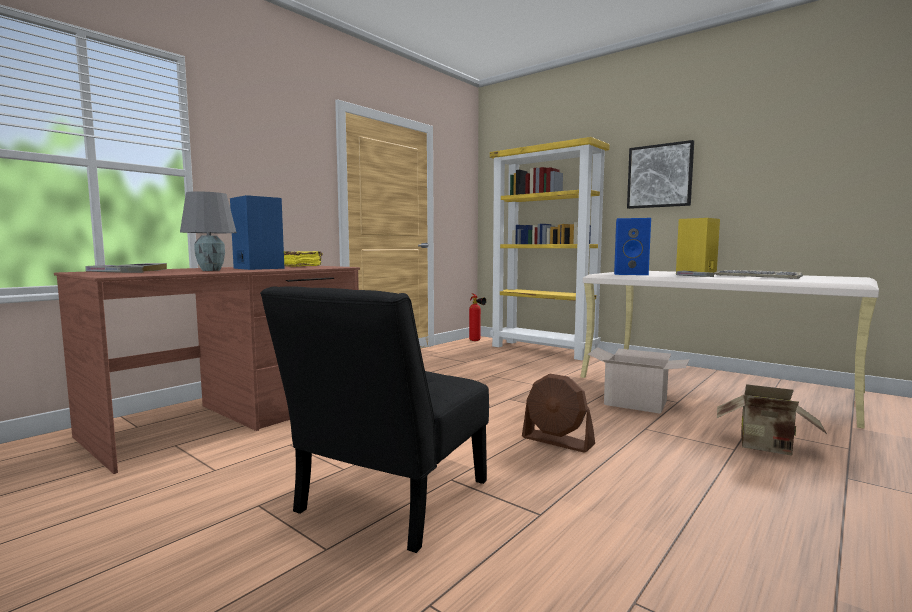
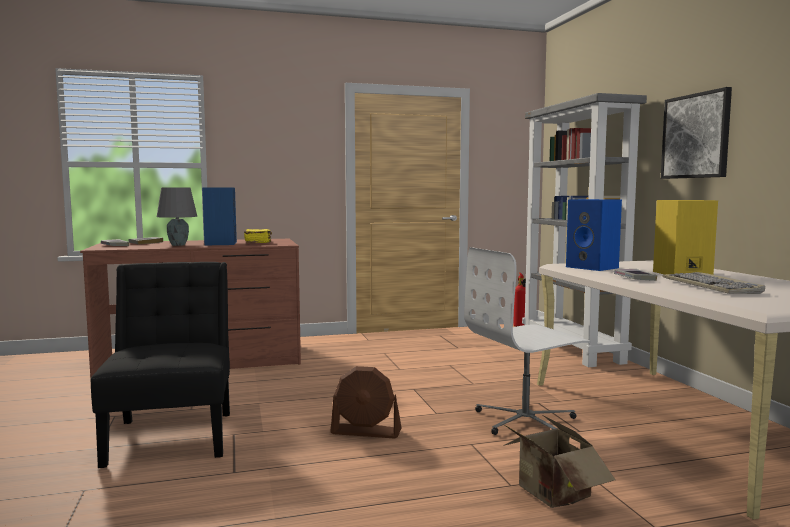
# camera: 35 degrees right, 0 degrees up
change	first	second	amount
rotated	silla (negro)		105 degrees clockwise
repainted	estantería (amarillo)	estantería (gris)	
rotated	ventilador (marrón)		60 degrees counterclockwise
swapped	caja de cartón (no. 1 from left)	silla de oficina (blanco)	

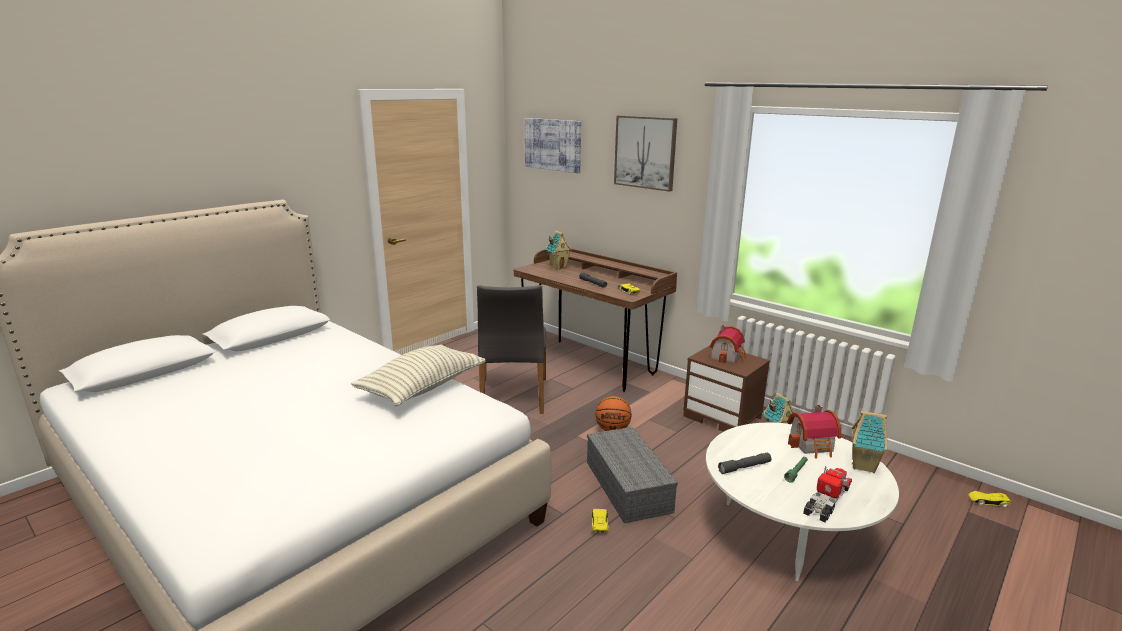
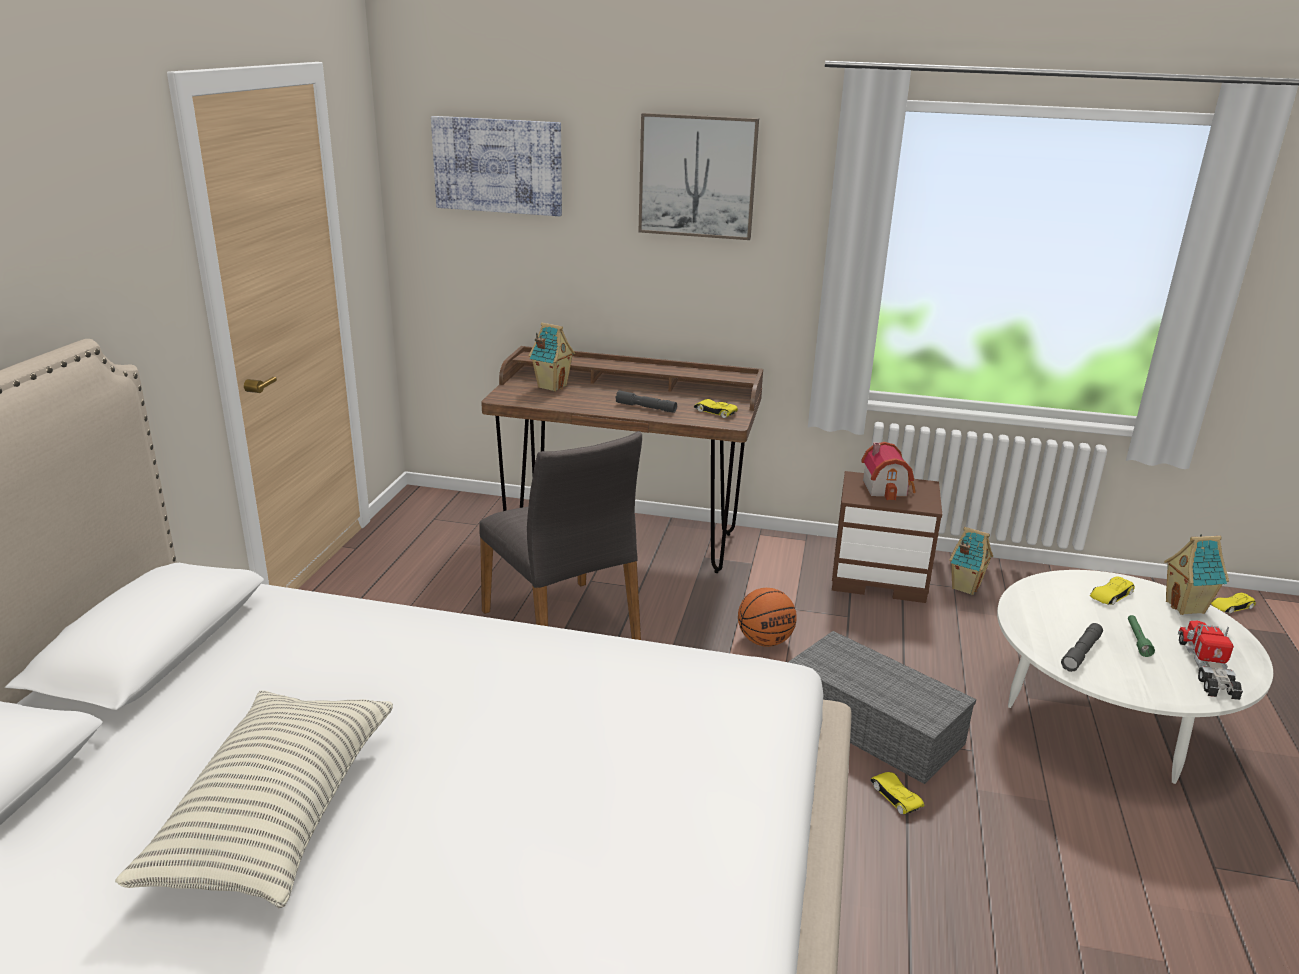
# camera: 30 degrees left, 5 degrees up
change	first	second	amount
shifted	cojín		
swapped	casita (no. 4 from left)	coche de juguete (amarillo) (no. 3 from left)	

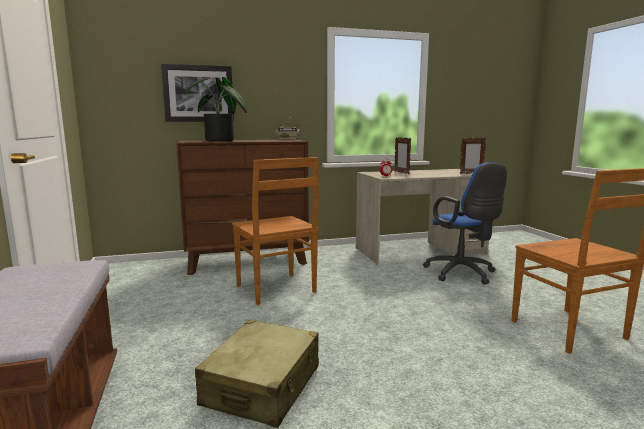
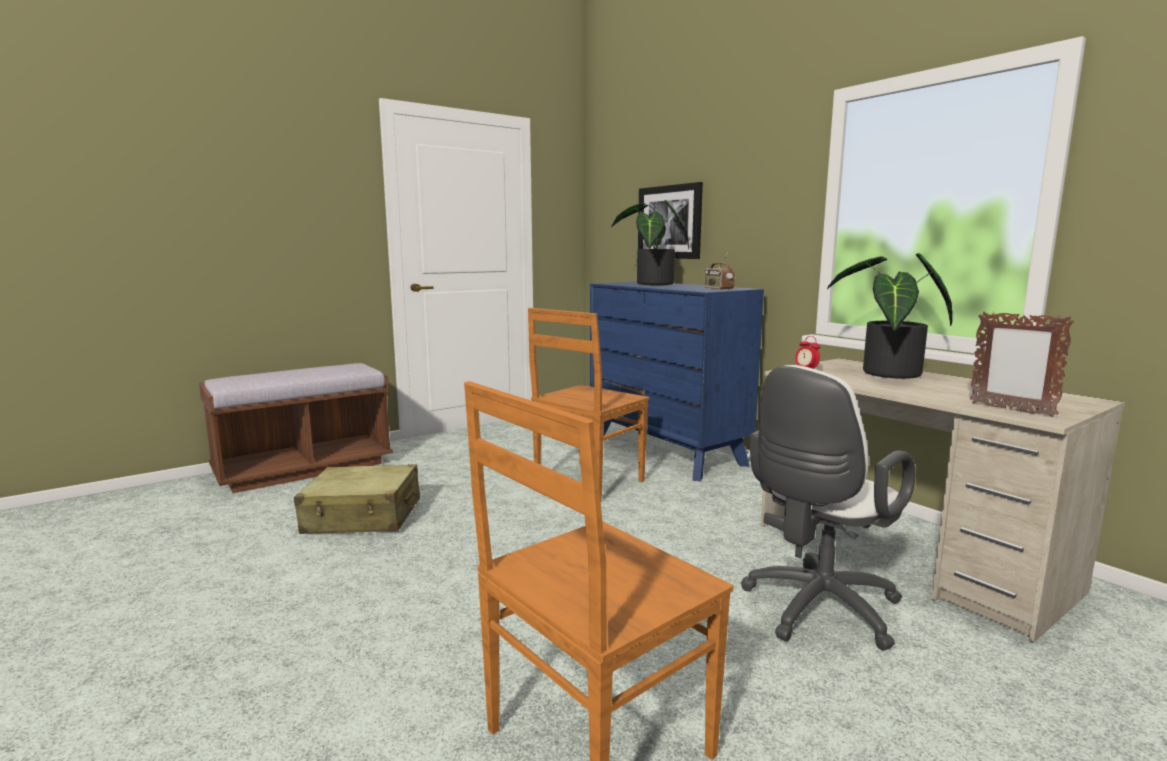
# camera: 70 degrees right, 0 degrees up
change	first	second	amount
repainted	cómoda (marrón)	cómoda (azul)	
swapped	portarretratos (no. 1 from left)	planta en maceta (no. 2 from left)	
repainted	silla de oficina (azul)	silla de oficina (blanco)	

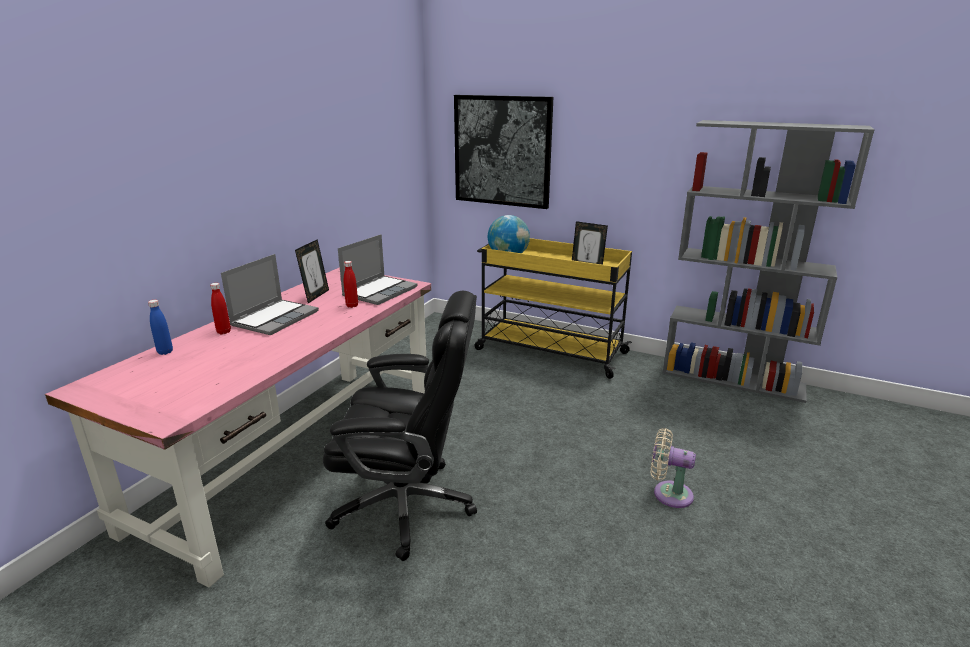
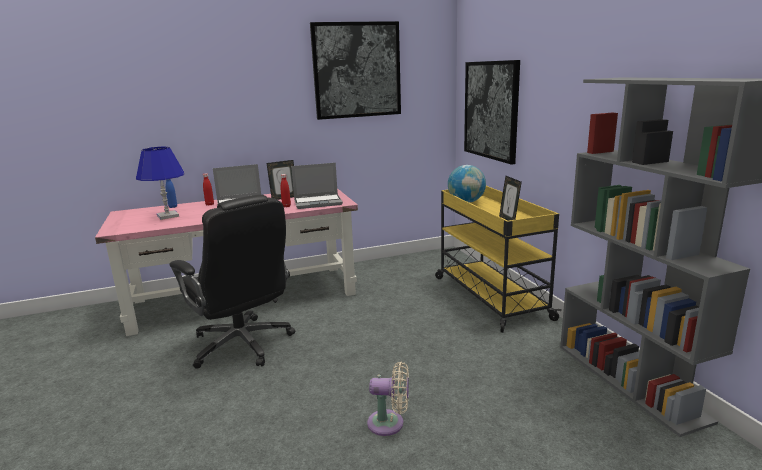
# camera: 45 degrees right, 5 degrees down
change	first	second	amount
rotated	ventilador (beis)		120 degrees clockwise
new		lámpara de mesa (azul)	
new		cuadro (no. 1 from left)	

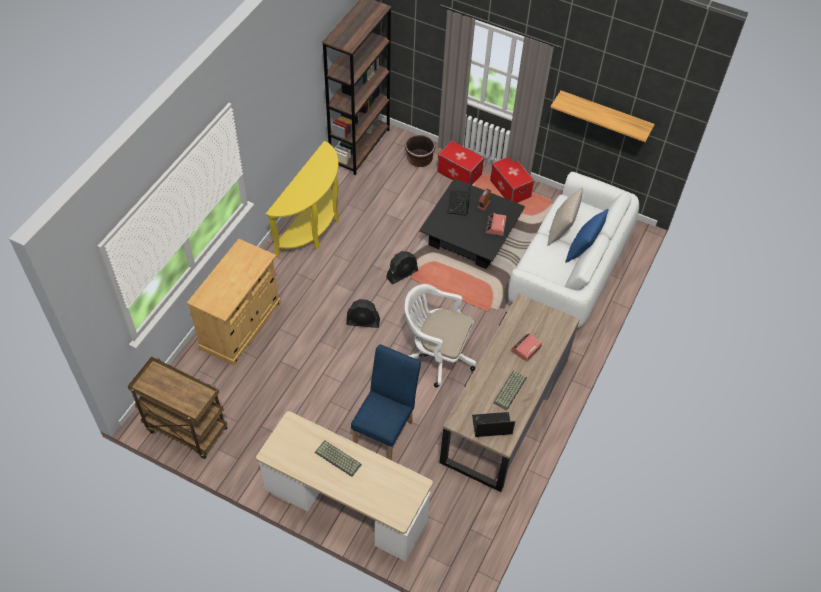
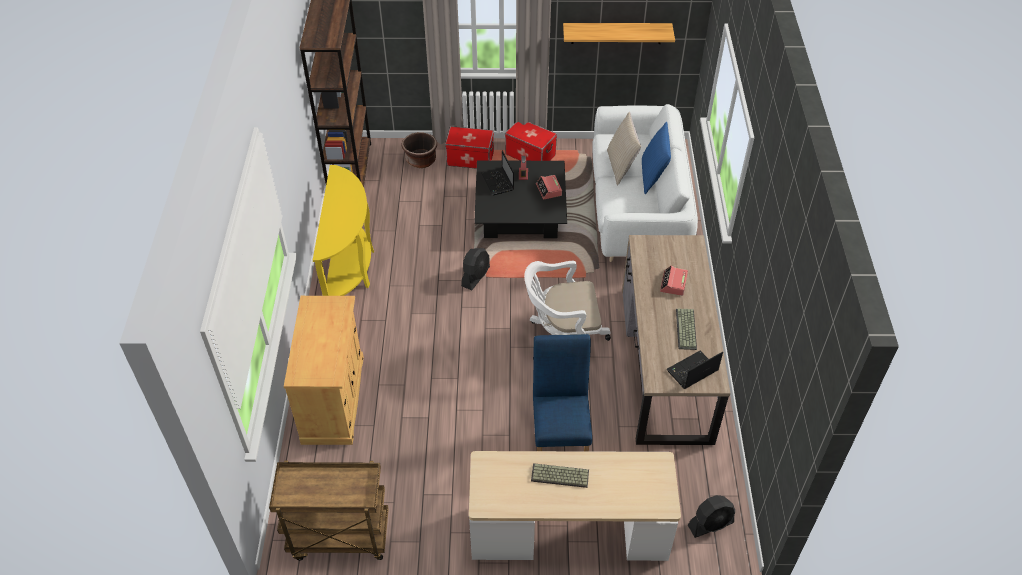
# camera: 25 degrees left, 5 degrees down
change	first	second	amount
shifted	ventilador (negro) (no. 1 from left in the first image)	ventilador (negro) (no. 2 from left)	

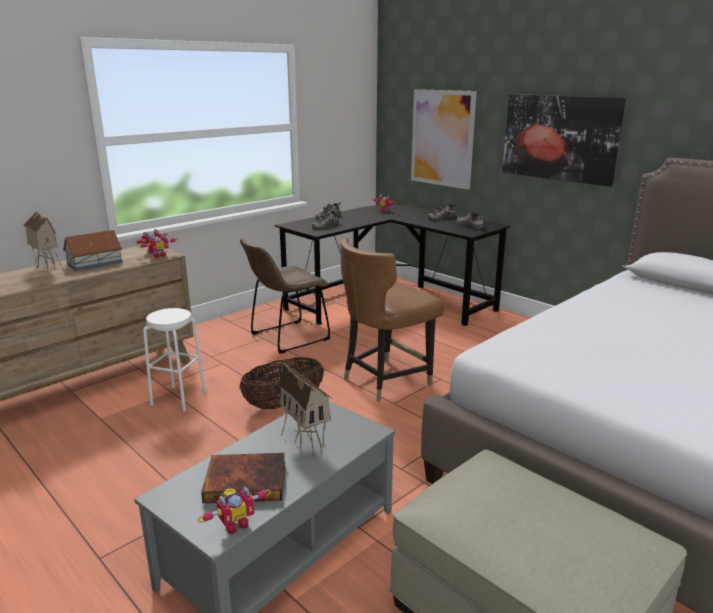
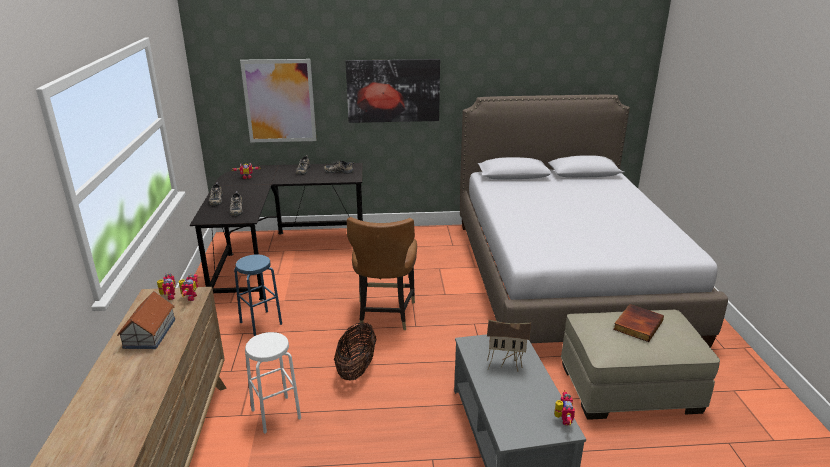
# camera: 50 degrees left, 5 degrees up
change	first	second	amount
gone	casita (no. 1 from left)		
shifted	libro		
swapped	silla (marrón) (no. 1 from left)	taburete (azul)	

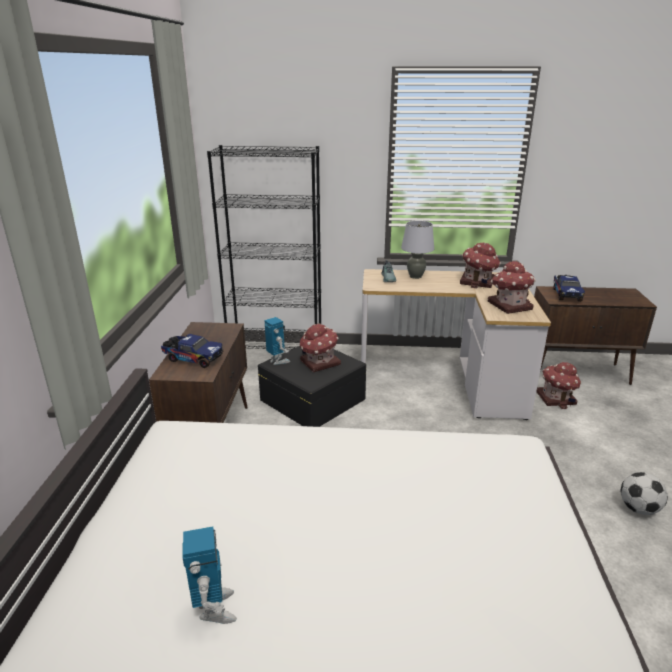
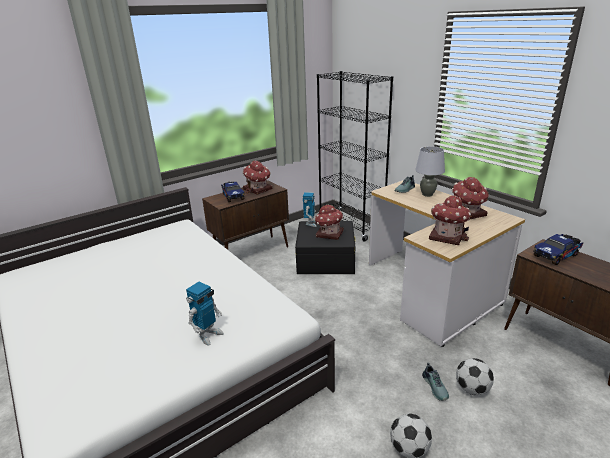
# camera: 50 degrees right, 0 degrees up
change	first	second	amount
shifted	robot de juguete (no. 1 from left)		
shifted	casita (no. 4 from left in the first image)	casita (no. 1 from left)	
new		zapato (no. 2 from left)	
new		balón de fútbol (no. 2 from left)	

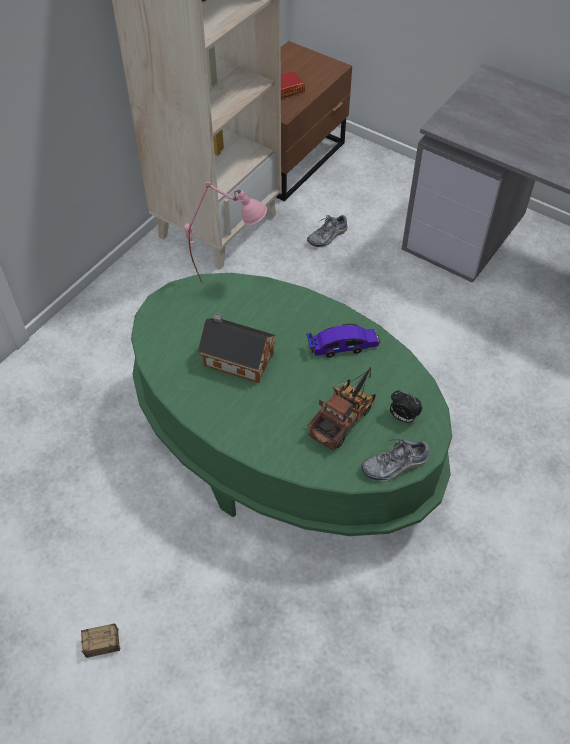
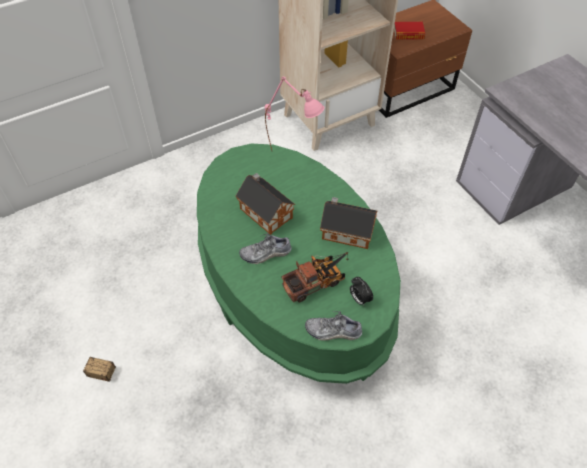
# camera: 25 degrees right, 0 degrees up
change	first	second	amount
shifted	zapato (no. 1 from left)		
swapped	coche de juguete	casita (no. 2 from left)	

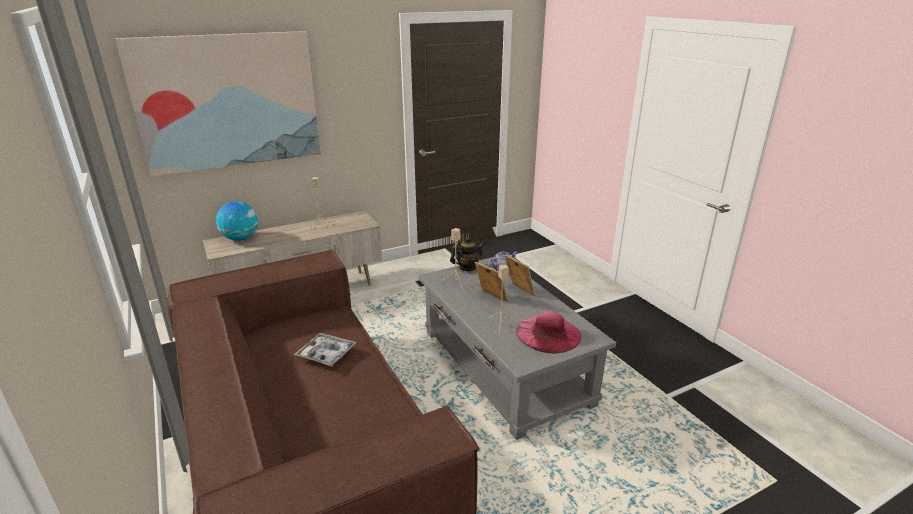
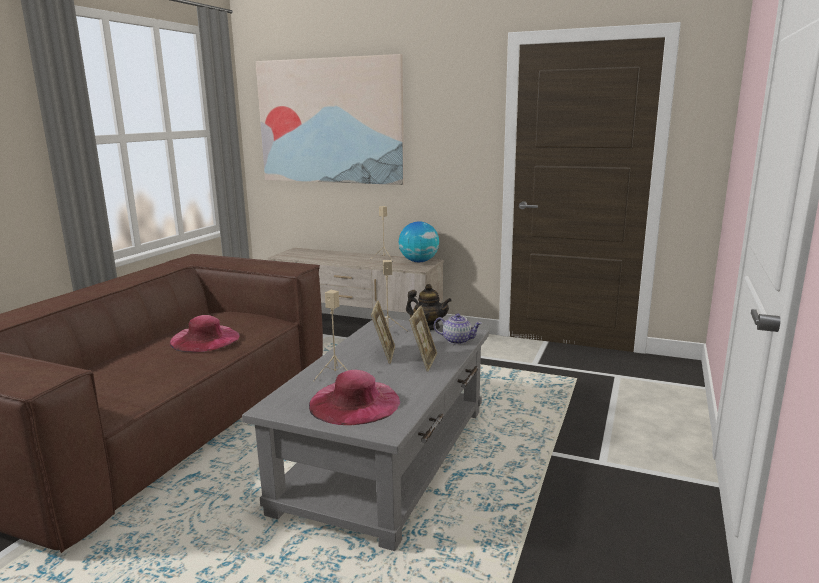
# camera: 50 degrees right, 10 degrees down
change	first	second	amount
shifted	globo terráqueo		
swapped	bandeja	sombrero (rosa) (no. 1 from left)	

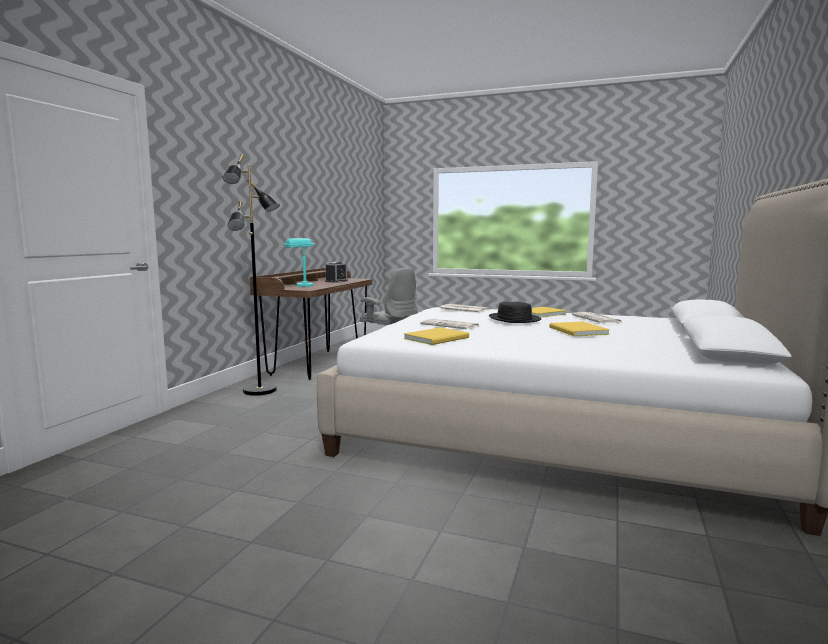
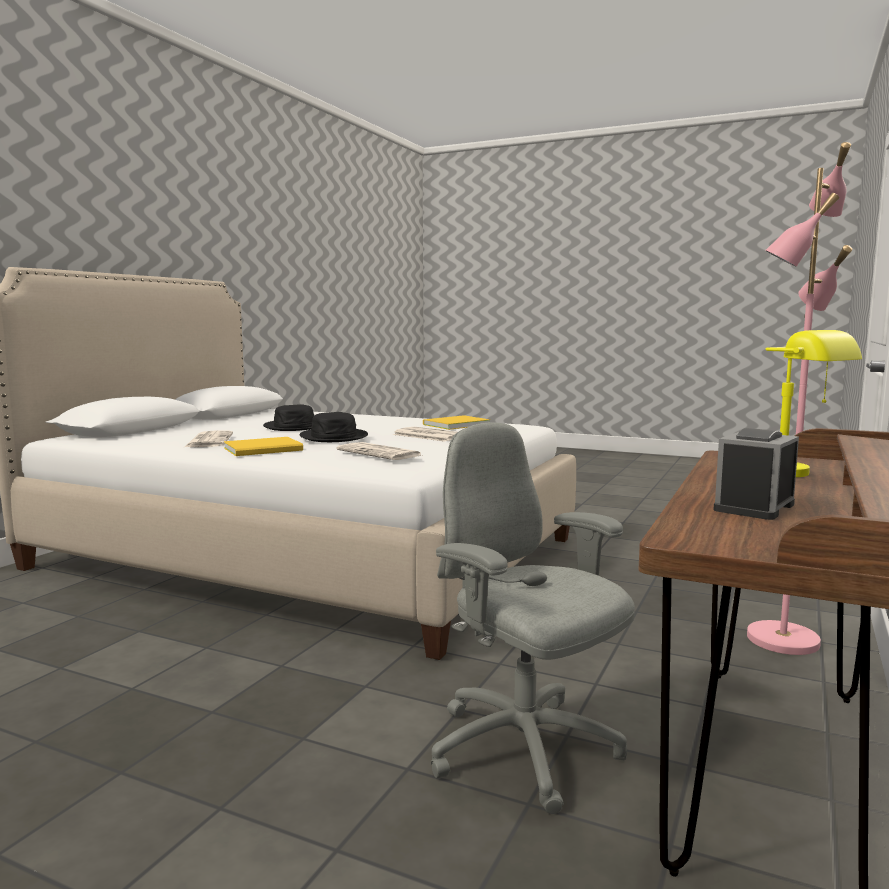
# camera: 175 degrees left, 0 degrees up
change	first	second	amount
repainted	lámpara de pie (negro)	lámpara de pie (rosa)	
repainted	lámpara de mesa (turquesa)	lámpara de mesa (amarillo)	
swapped	libro (amarillo) (no. 3 from left)	sombrero (negro) (no. 1 from left)	

